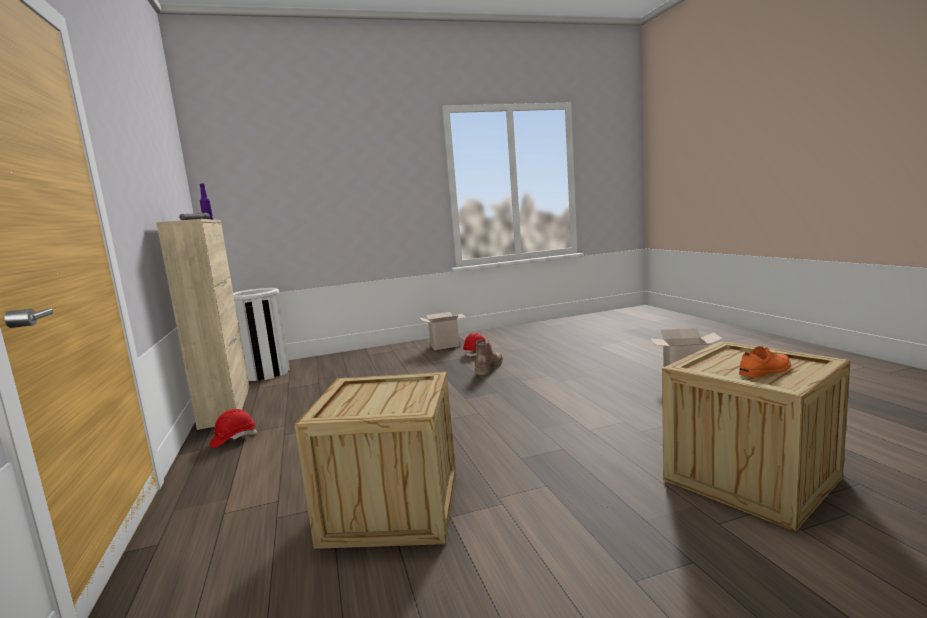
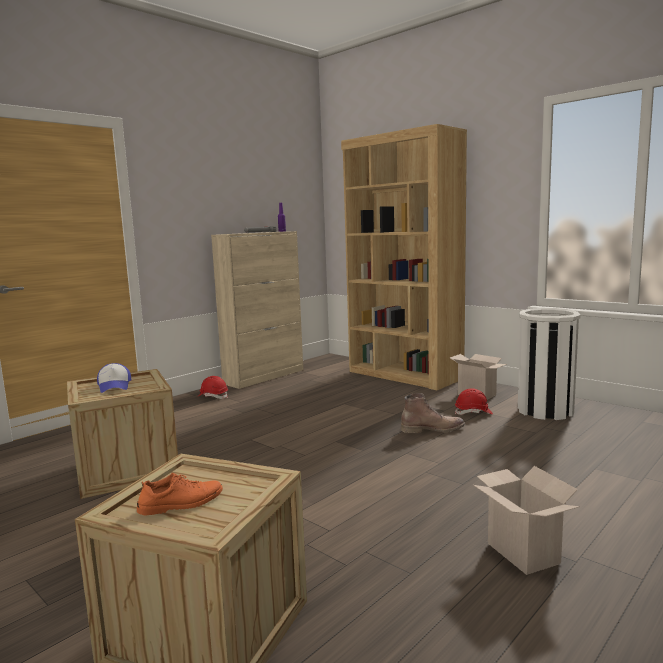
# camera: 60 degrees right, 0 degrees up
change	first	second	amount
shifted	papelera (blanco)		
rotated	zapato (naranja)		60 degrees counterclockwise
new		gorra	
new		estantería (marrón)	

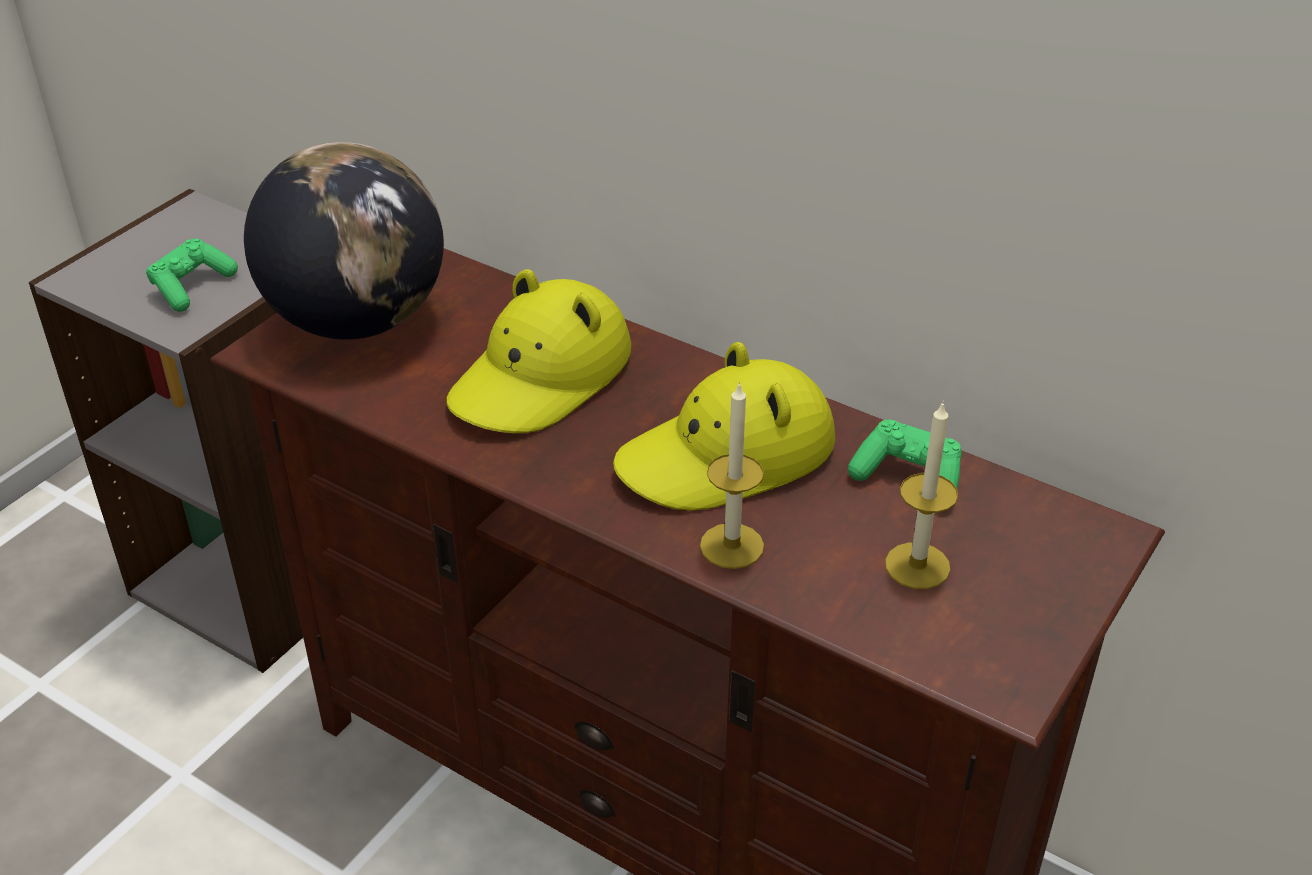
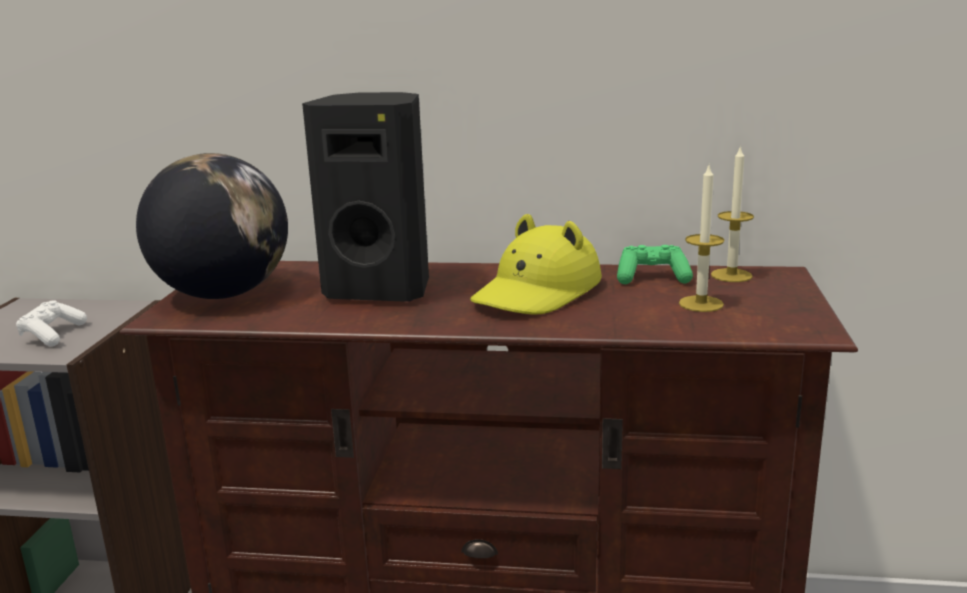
# camera: 25 degrees left, 20 degrees down
change	first	second	amount
repainted	mando de consola (verde) (no. 1 from left)	mando de consola (blanco)	
swapped	sombrero (amarillo) (no. 1 from left)	altavoz (negro)	
shifted	vela (no. 1 from left in the first image)	vela (no. 2 from left)	

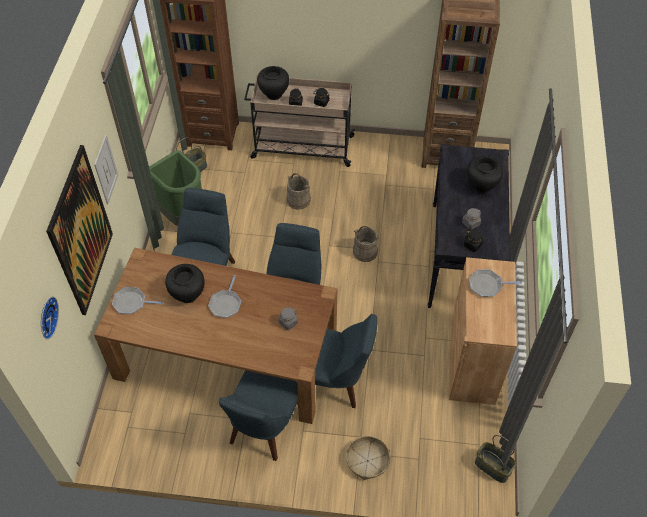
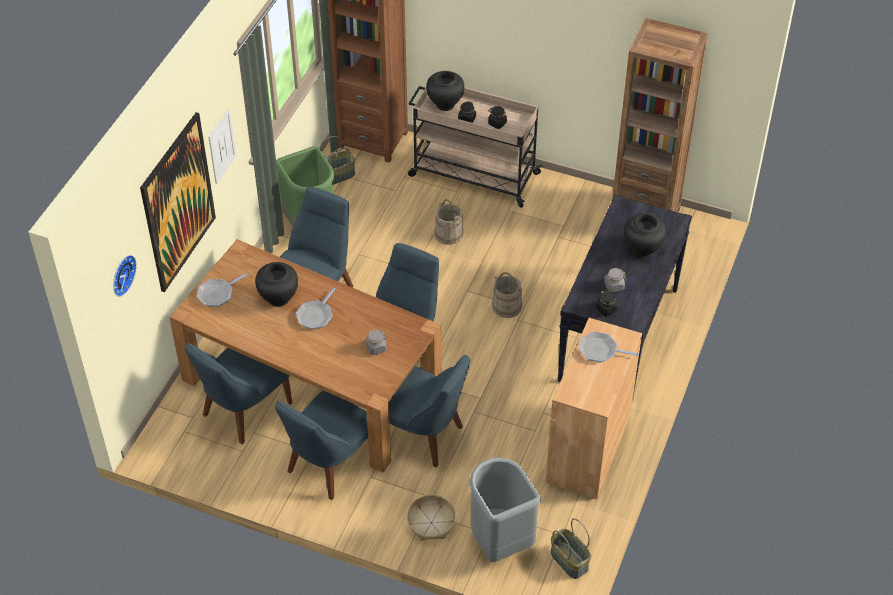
# camera: 15 degrees right, 5 degrees down
change	first	second	amount
rotated	sartén (no. 1 from left)		60 degrees counterclockwise
new		silla (azul) (no. 1 from left)	
new		papelera (gris)	

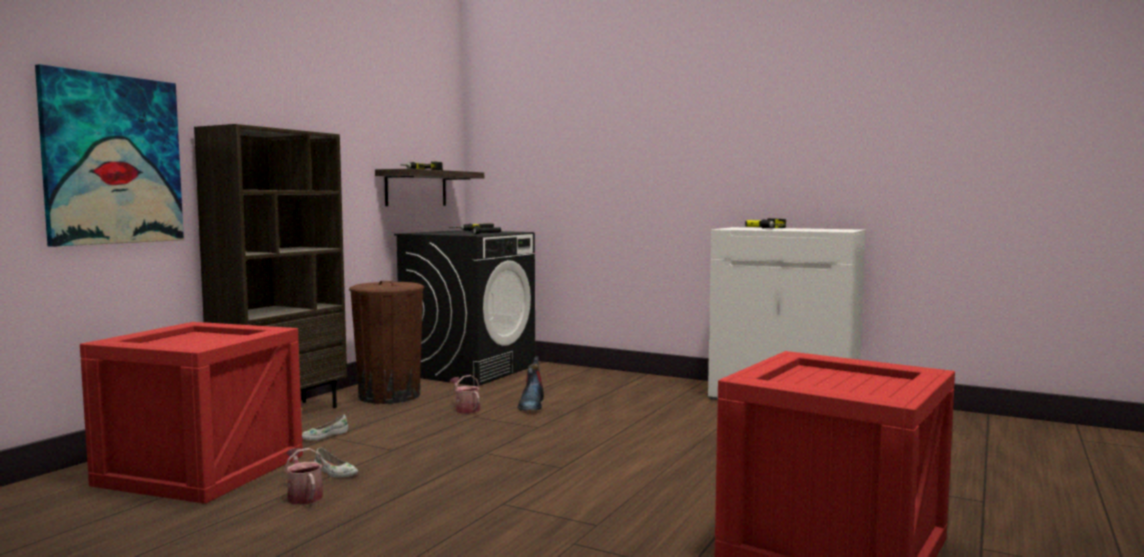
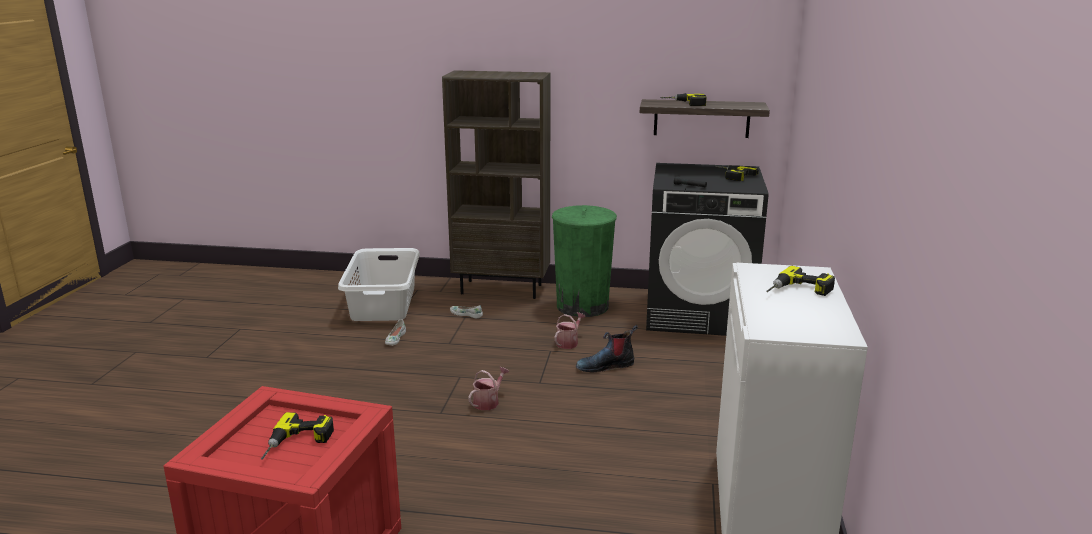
# camera: 70 degrees right, 15 degrees up
change	first	second	amount
gone	cuadro		
swapped	caja de embalaje (no. 1 from left)	cesto de la ropa (blanco)	
shifted	regadera (no. 1 from left)		
repainted	papelera (marrón)	papelera (verde)	
new		taladro (no. 1 from left)	

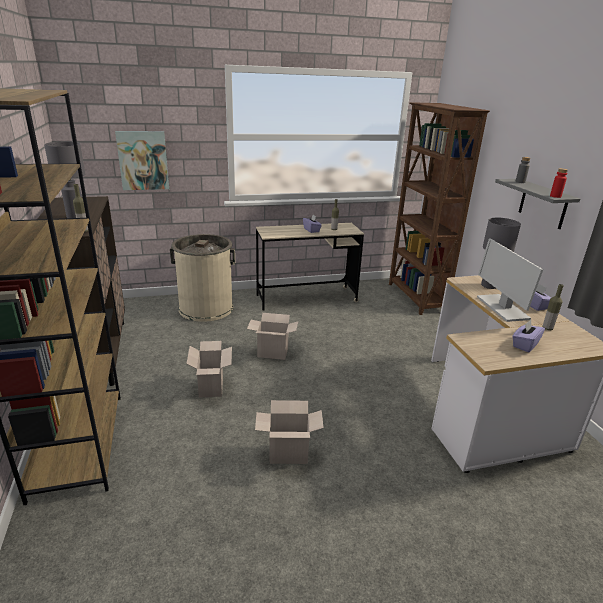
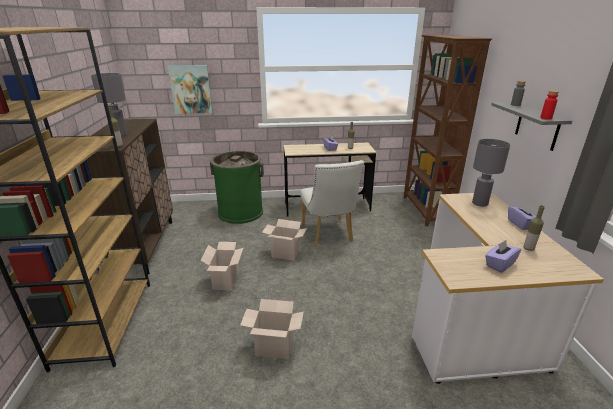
# camera: 10 degrees right, 0 degrees up
change	first	second	amount
repainted	papelera (beis)	papelera (verde)	
gone	monitor		
new		silla (blanco)	

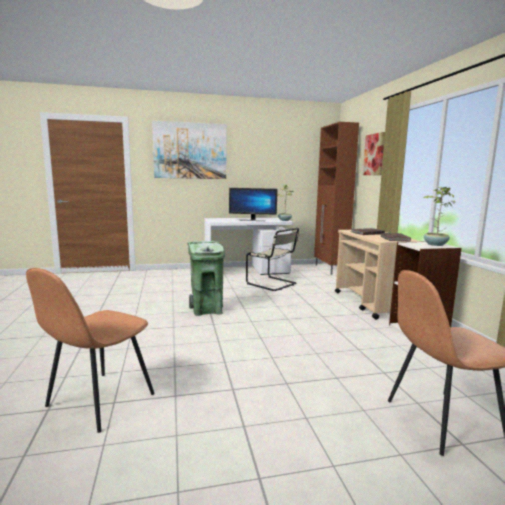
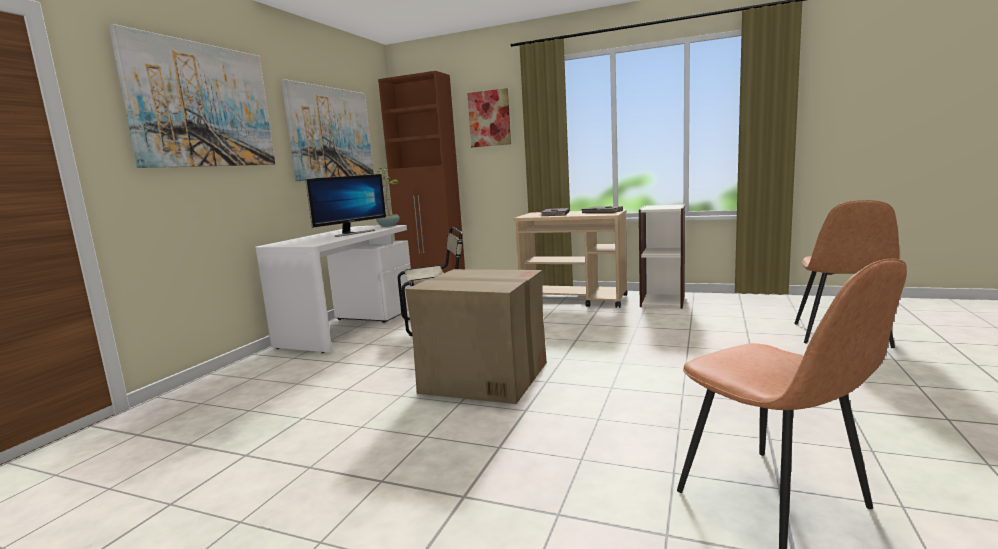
# camera: 55 degrees left, 0 degrees up
change	first	second	amount
swapped	papelera (verde)	caja de cartón	
gone	planta en maceta (no. 2 from left)		
new		cuadro (no. 2 from left)	

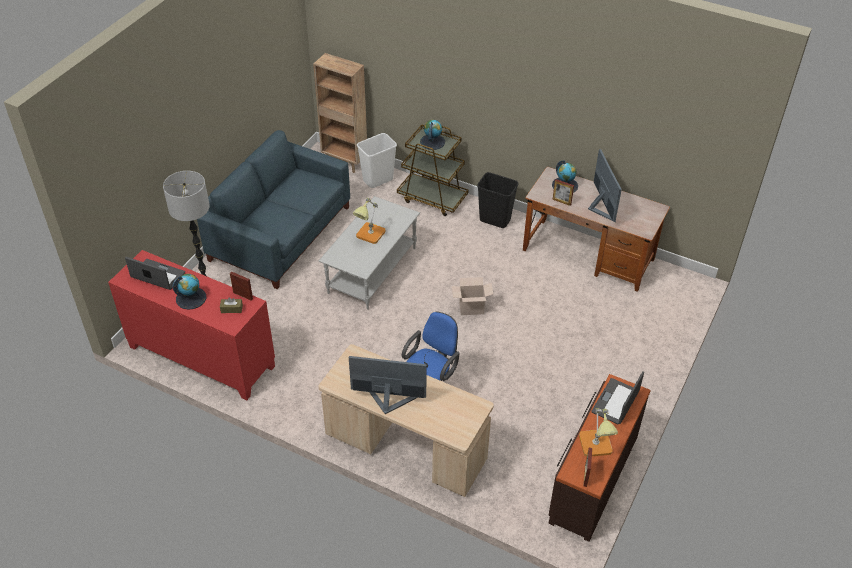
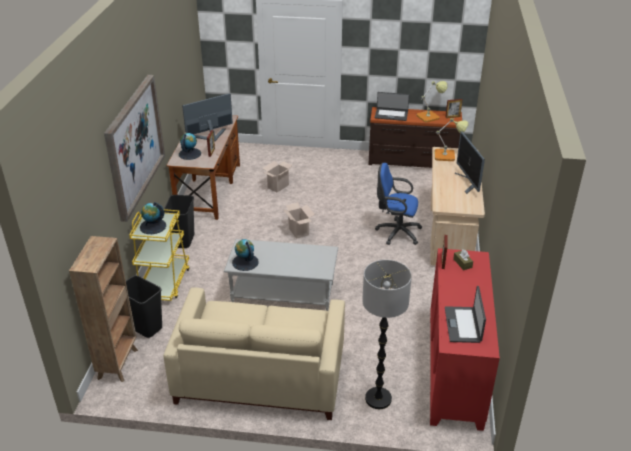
# camera: 110 degrees left, 10 degrees down
change	first	second	amount
shifted	globo terráqueo (no. 1 from left in the first image)	globo terráqueo (no. 3 from left)	
repainted	sofá (azul)	sofá (beis)	
shifted	lámpara de mesa (no. 1 from left in the first image)	lámpara de mesa (no. 2 from left)	
repainted	papelera (blanco)	papelera (negro) (no. 1 from left)	
repainted	carrito (marrón)	carrito (amarillo)	
new		cuadro	
new		caja de cartón (no. 1 from left)	

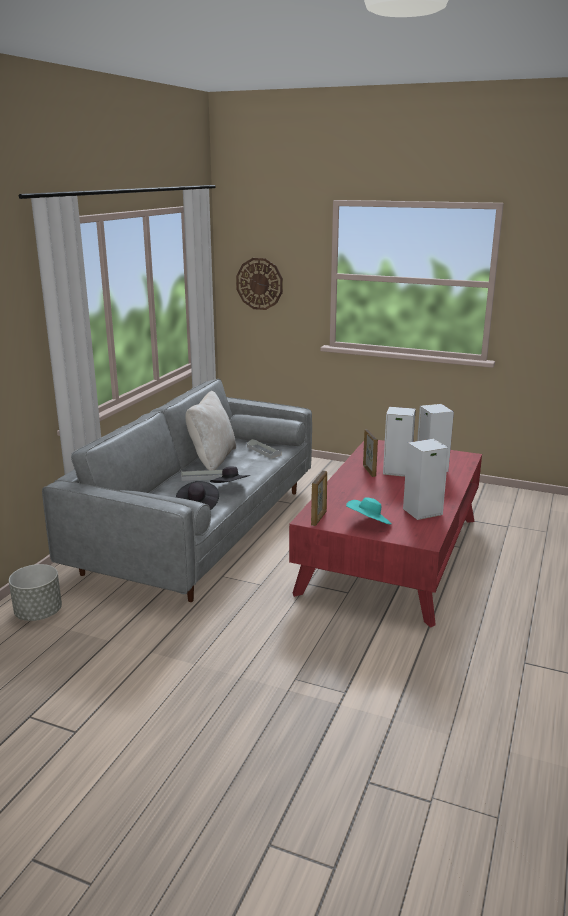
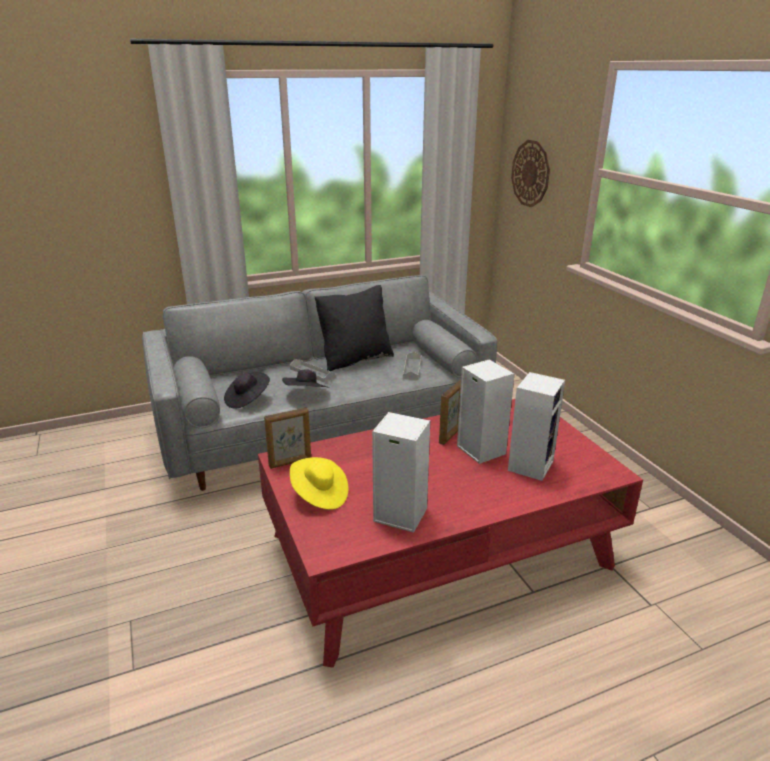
# camera: 45 degrees right, 5 degrees up
change	first	second	amount
gone	maceta (gris)		
repainted	cojín (beis)	cojín (negro)	
repainted	sombrero (turquesa)	sombrero (amarillo)	

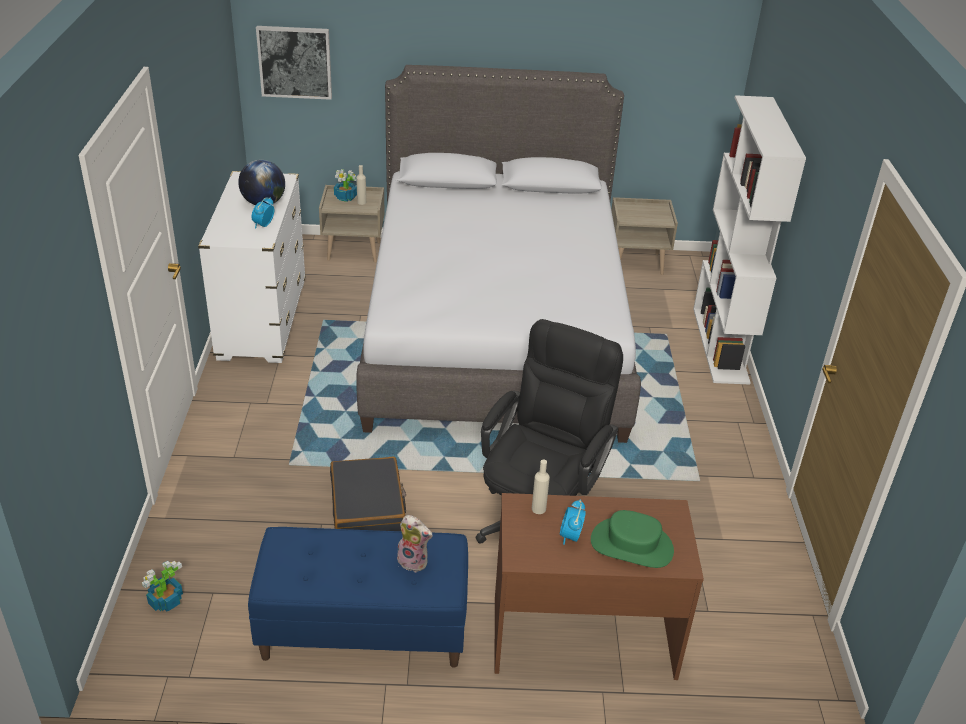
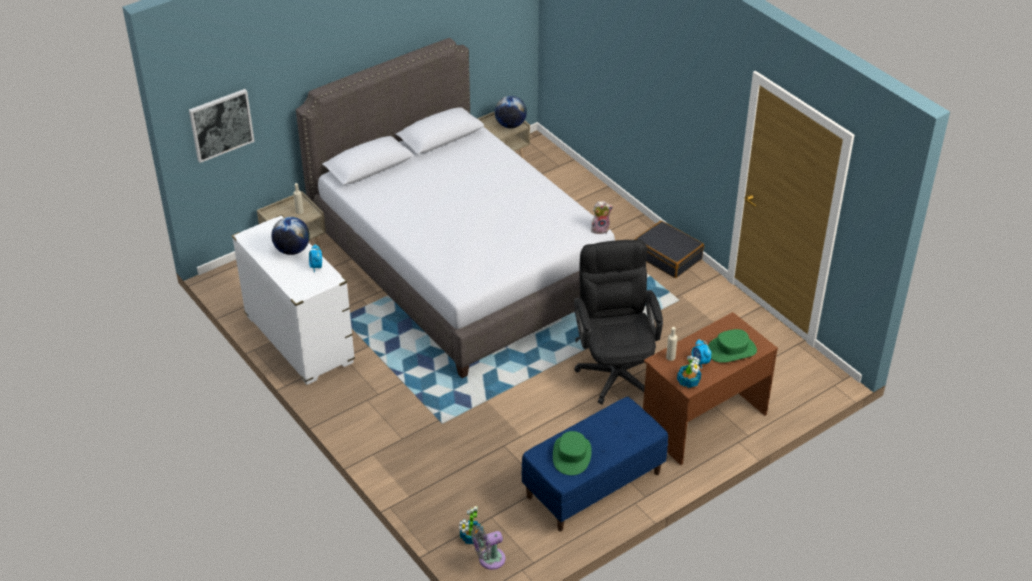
# camera: 35 degrees left, 5 degrees up
change	first	second	amount
shifted	maleta (negro)		
shifted	planta en maceta (no. 2 from left)		
shifted	peluche		
gone	estantería (blanco)		
new		ventilador (gris)	
new		globo terráqueo (no. 2 from left)	
new		sombrero (verde) (no. 1 from left)	

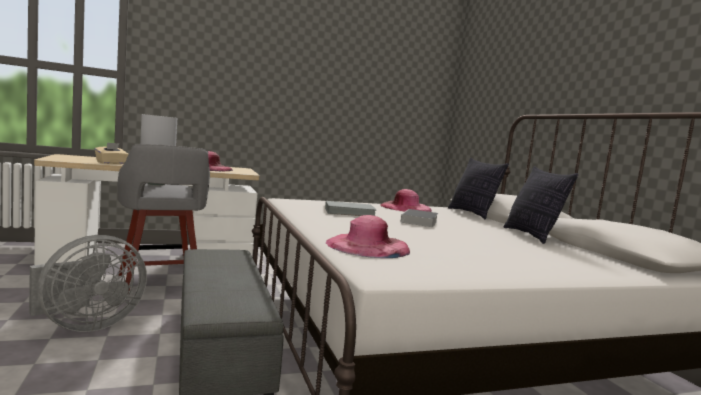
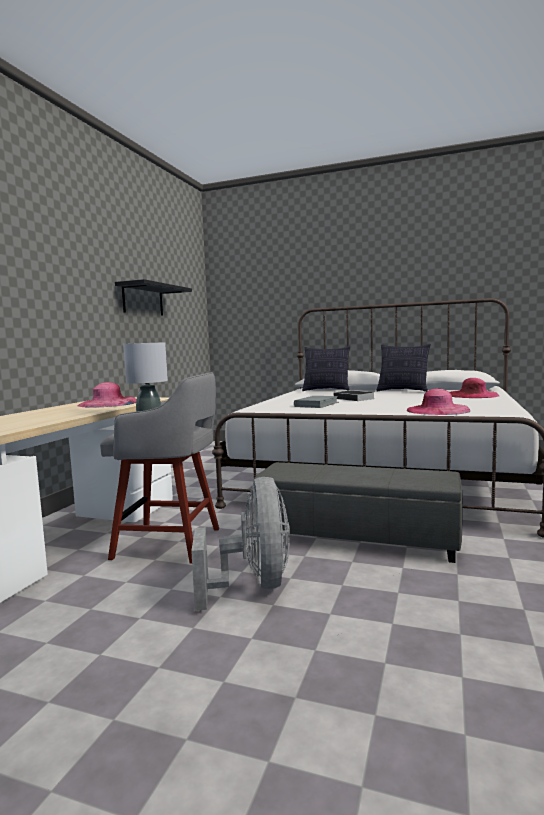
# camera: 50 degrees left, 0 degrees up
change	first	second	amount
gone	caja de pañuelos (beis)		
shifted	sombrero (rosa) (no. 3 from left)		
new		estante (negro)	

